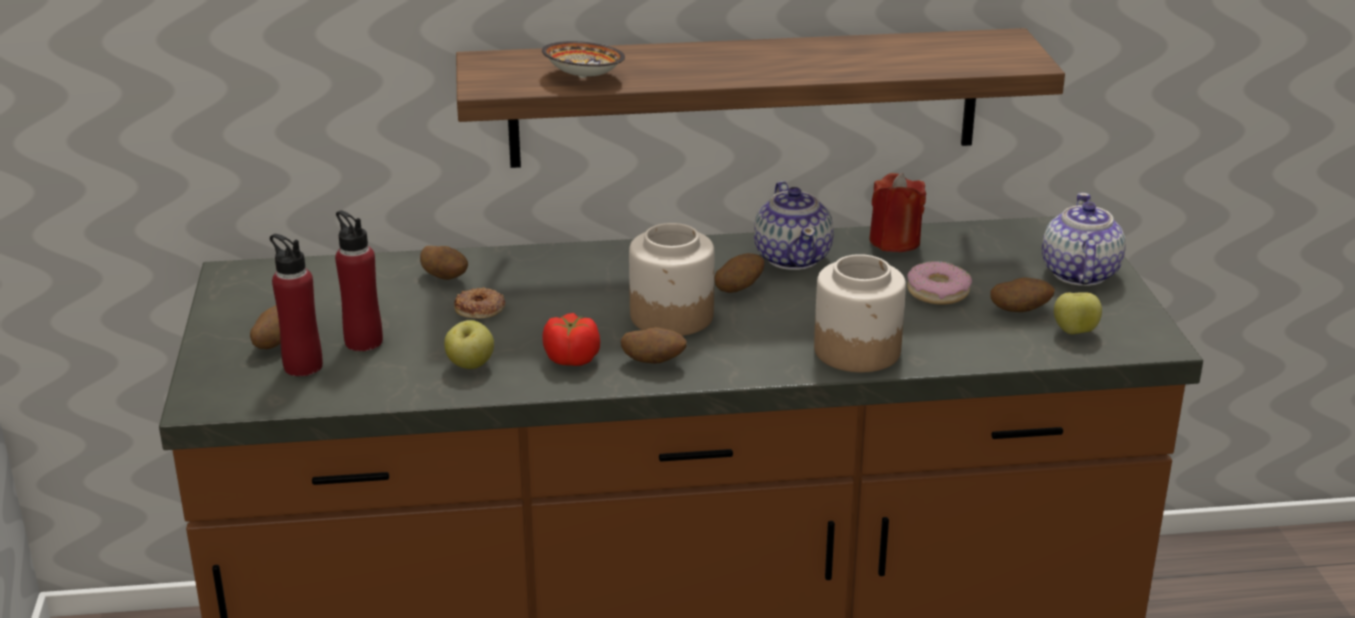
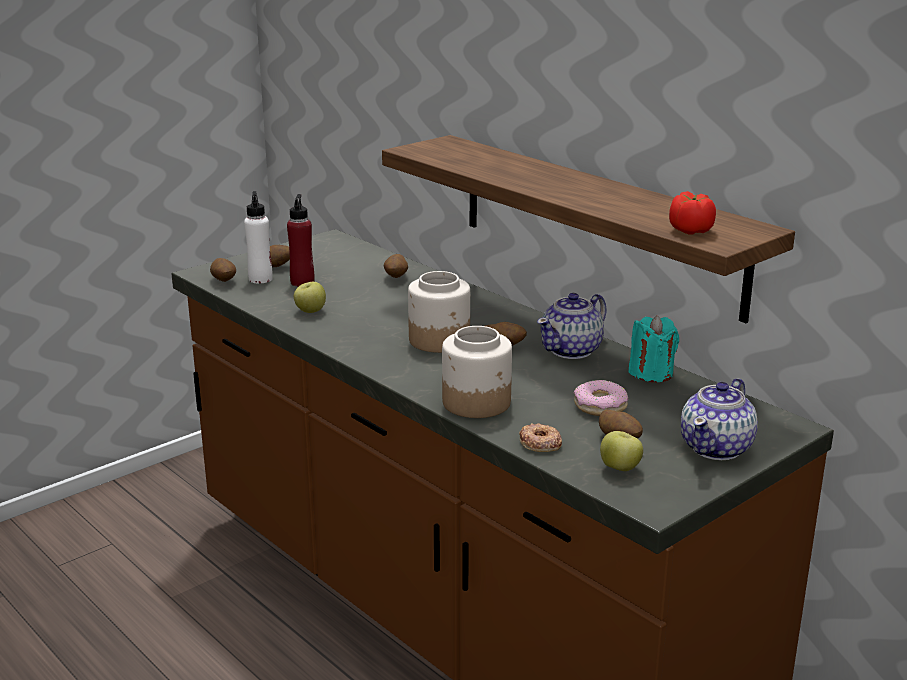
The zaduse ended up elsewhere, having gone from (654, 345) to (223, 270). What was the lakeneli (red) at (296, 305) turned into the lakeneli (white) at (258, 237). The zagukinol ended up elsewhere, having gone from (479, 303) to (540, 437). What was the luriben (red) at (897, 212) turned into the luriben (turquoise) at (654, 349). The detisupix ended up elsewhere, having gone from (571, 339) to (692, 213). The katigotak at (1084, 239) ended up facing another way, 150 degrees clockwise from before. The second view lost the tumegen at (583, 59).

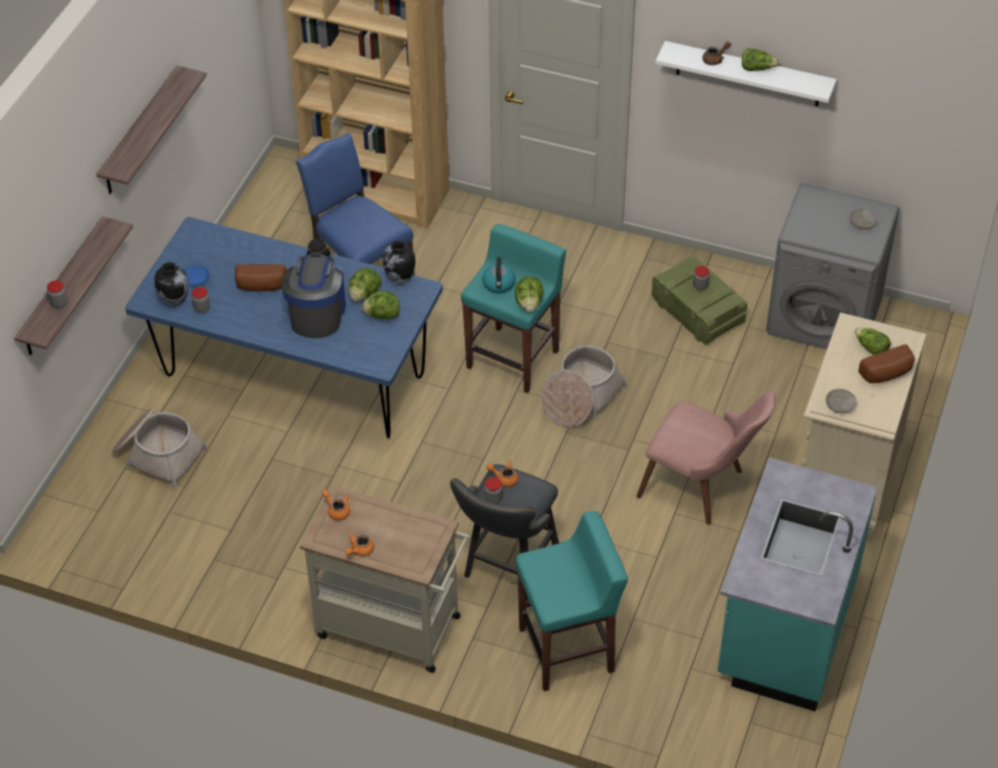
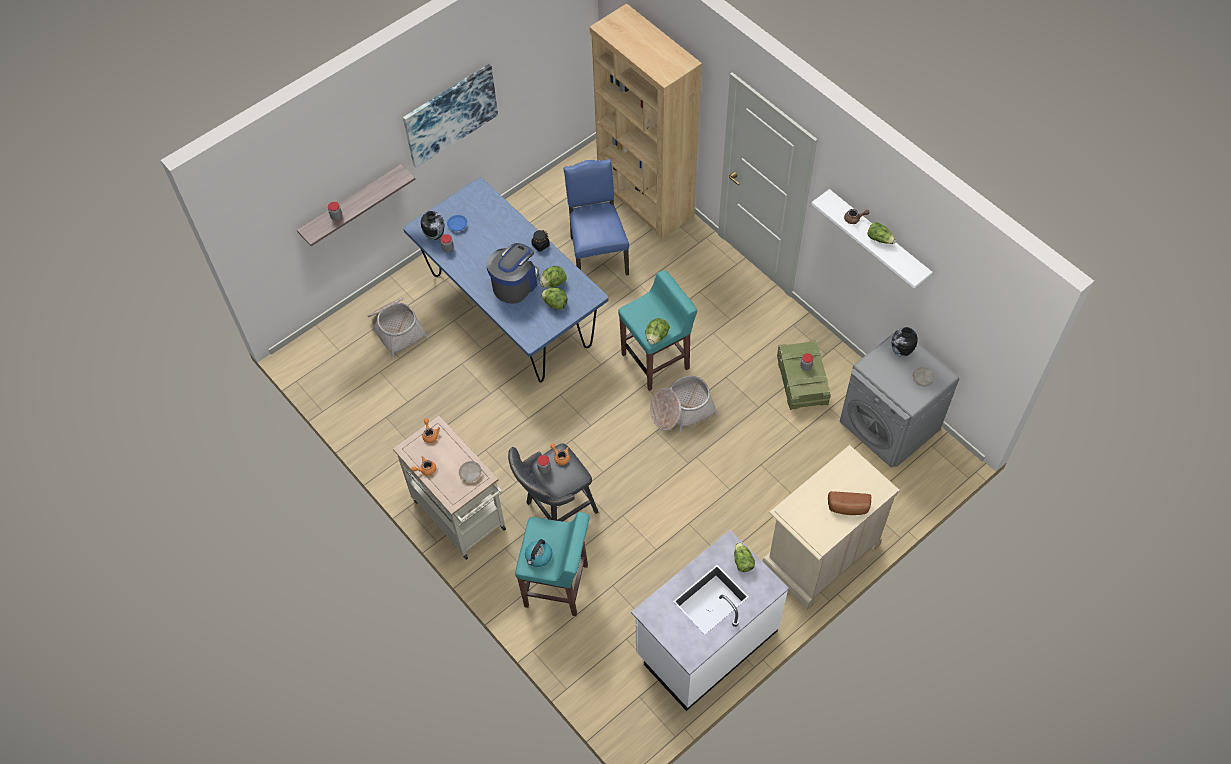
Where the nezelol hung at (151, 130), the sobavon came to hang at (450, 115). The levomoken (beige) ended up elsewhere, having gone from (841, 401) to (470, 471). The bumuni ended up elsewhere, having gone from (499, 275) to (538, 553). What was the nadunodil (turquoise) at (798, 584) turned into the nadunodil (white) at (710, 620). The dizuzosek ended up elsewhere, having gone from (873, 341) to (744, 557). The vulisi ended up elsewhere, having gone from (399, 263) to (905, 342). The second view lost the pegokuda at (260, 277). The second view lost the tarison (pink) at (705, 458).

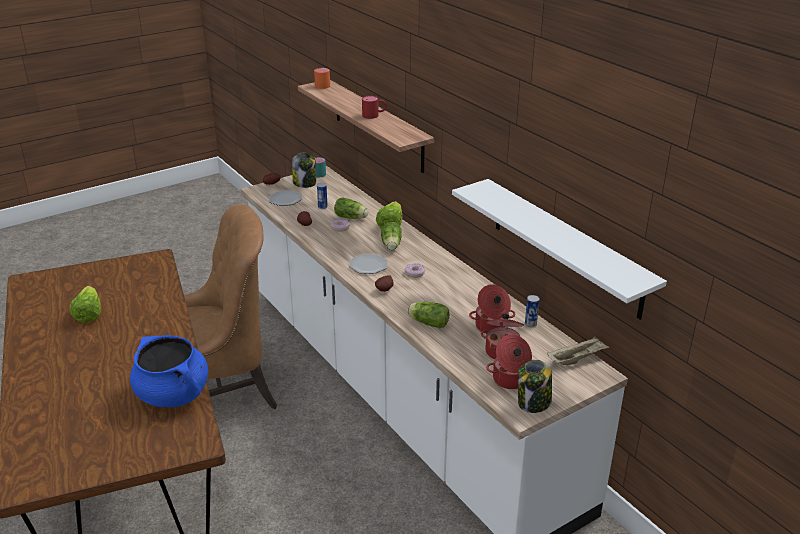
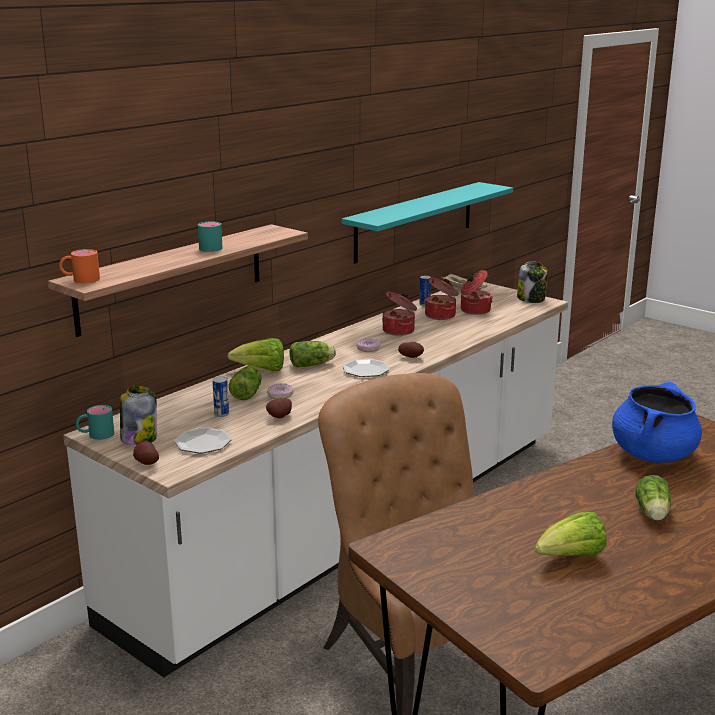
What was the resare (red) at (374, 107) turned into the resare (turquoise) at (210, 236). What was the nezelol (white) at (559, 249) turned into the nezelol (turquoise) at (427, 223). The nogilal ended up elsewhere, having gone from (509, 362) to (399, 314). The dizuzosek ended up elsewhere, having gone from (428, 314) to (653, 498).

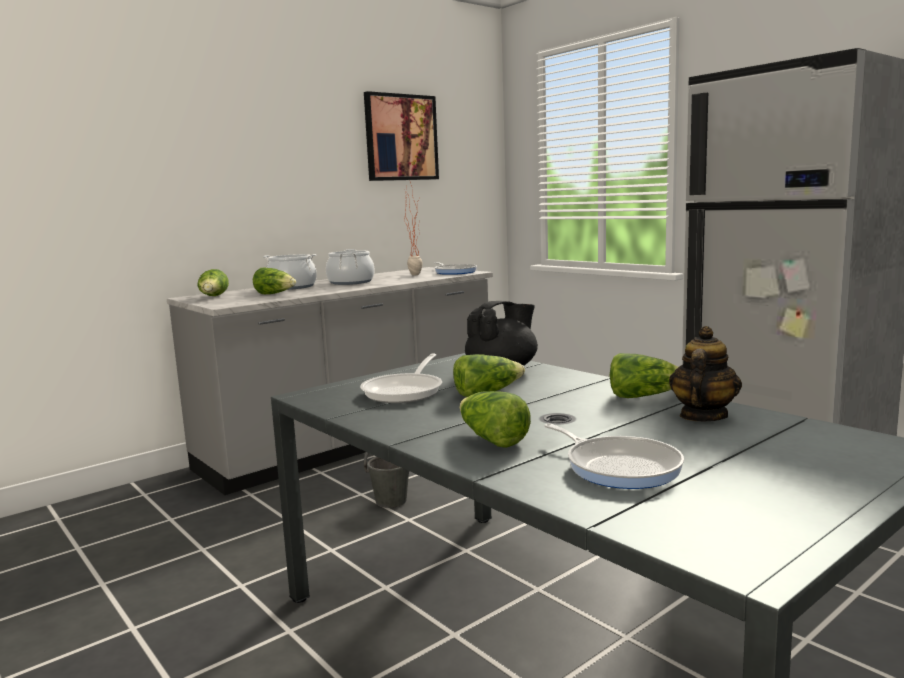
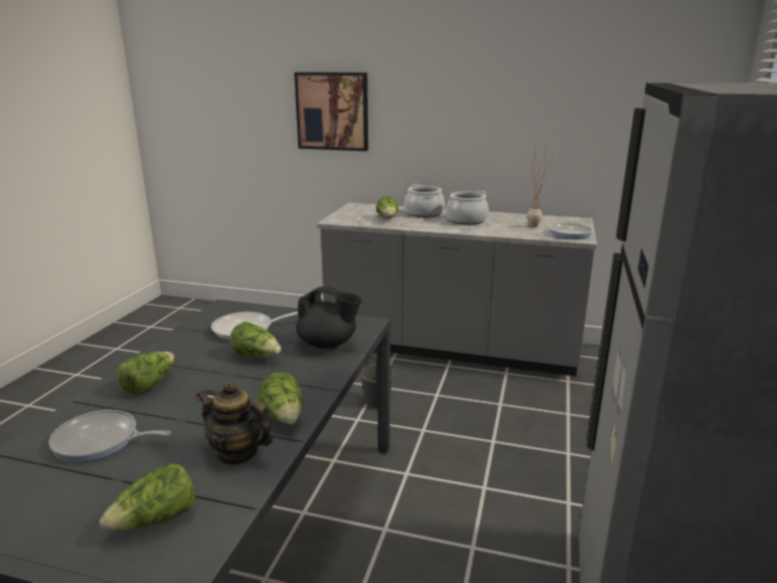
The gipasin at (614, 456) ended up facing another way, 75 degrees clockwise from before. The dizuzosek ended up elsewhere, having gone from (213, 282) to (147, 497). The katigotak at (705, 373) ended up facing another way, 150 degrees counterclockwise from before. The sobavon ended up elsewhere, having gone from (401, 136) to (331, 111).

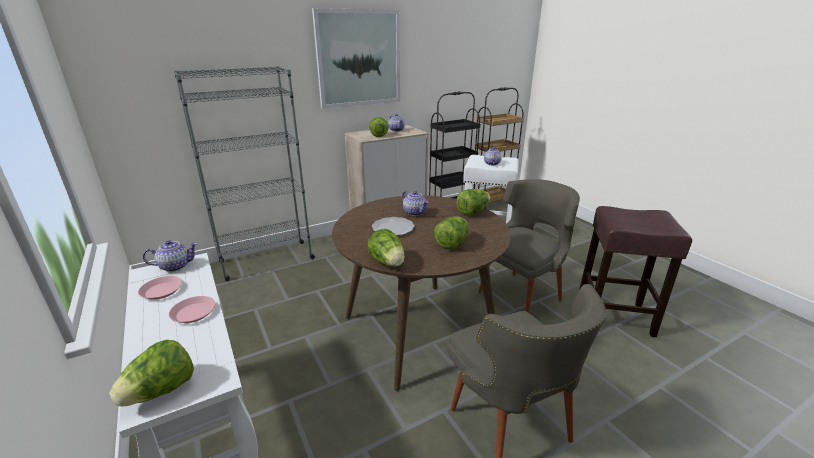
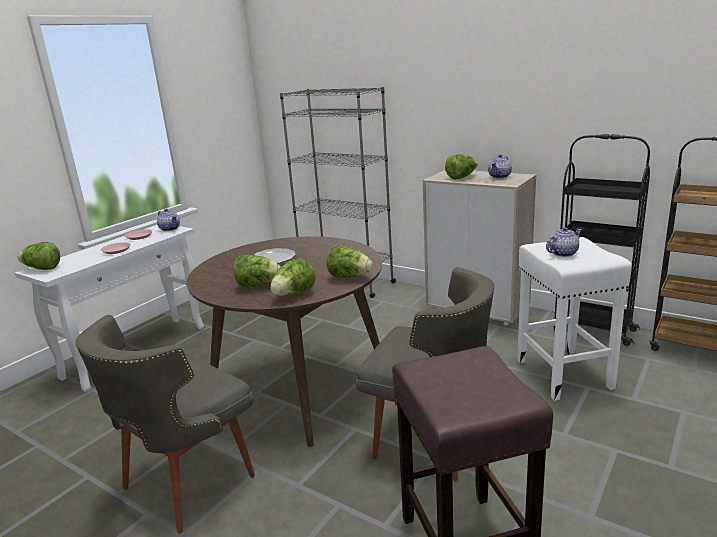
The dizuzosek ended up elsewhere, having gone from (386, 247) to (293, 277). The second view lost the sobavon at (356, 58). The second view lost the katigotak at (415, 203).

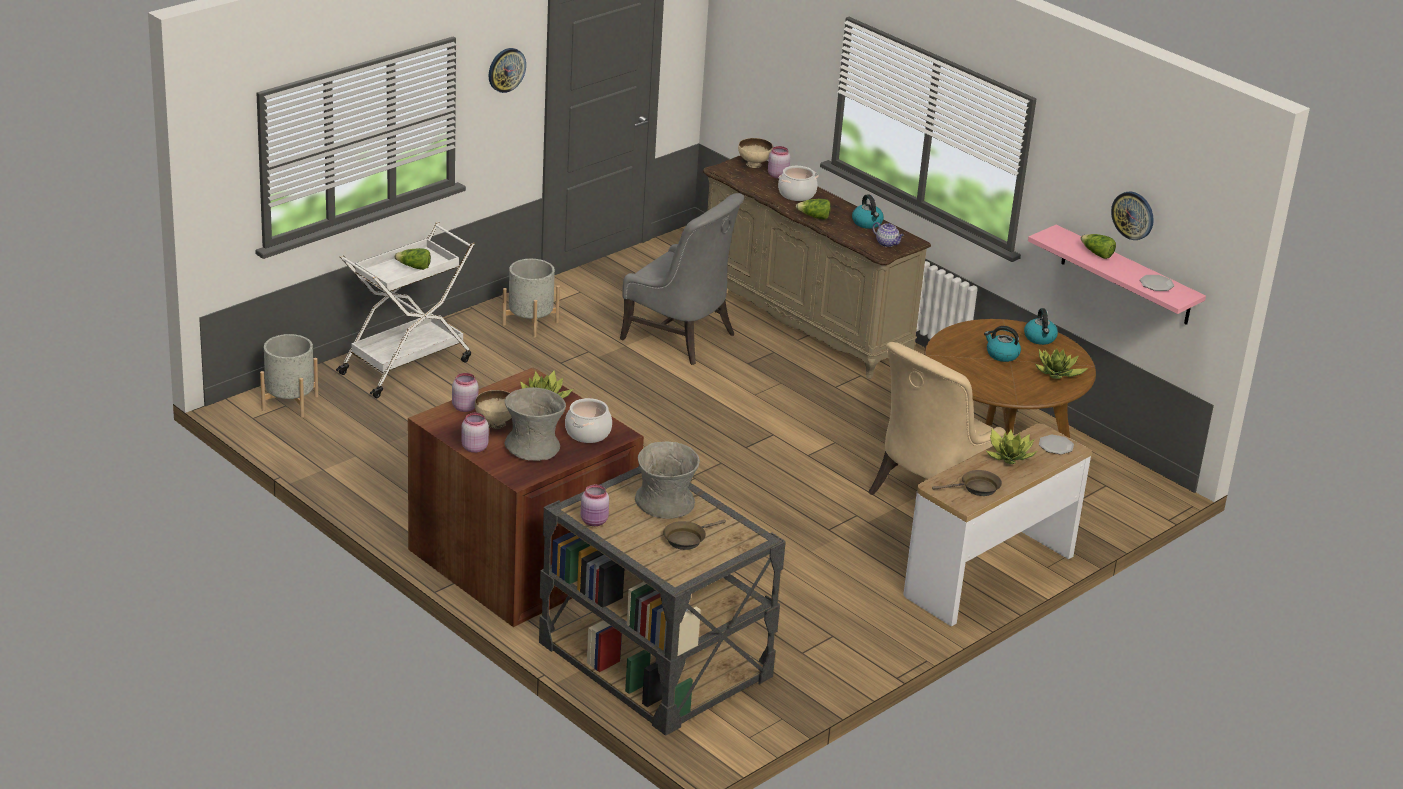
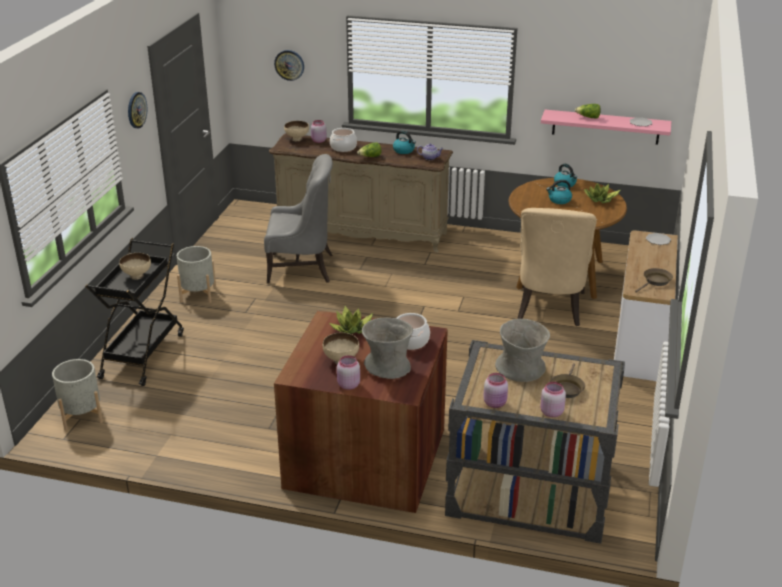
What was the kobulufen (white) at (405, 310) turned into the kobulufen (black) at (134, 312). Where the dizuzosek stood at (412, 259), the tumegen (beige) came to stand at (135, 266). The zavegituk ended up elsewhere, having gone from (1132, 216) to (289, 65). The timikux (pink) ended up elsewhere, having gone from (465, 392) to (553, 399). The second view lost the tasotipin at (1011, 446).

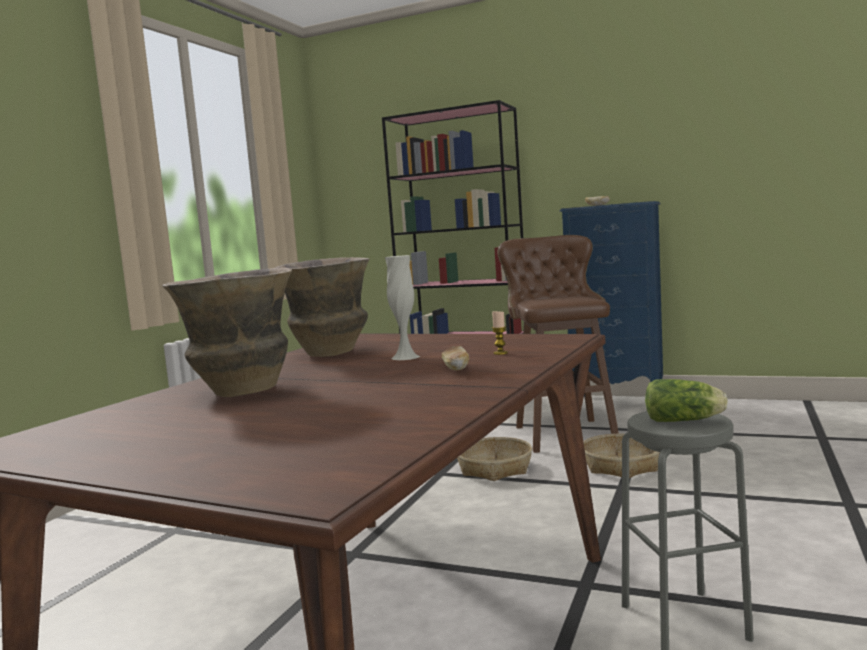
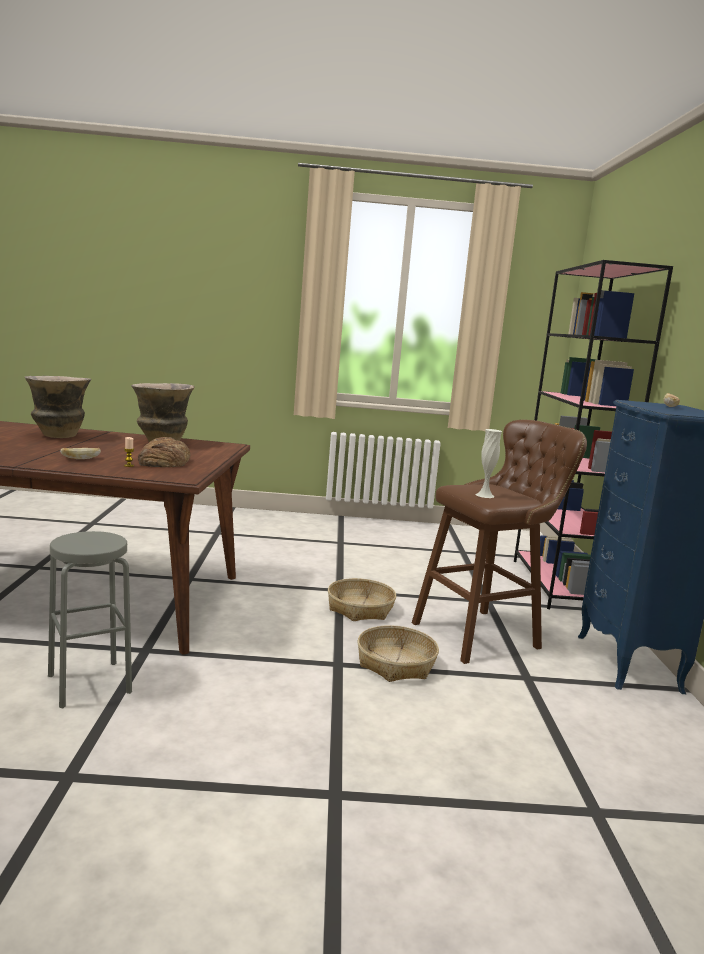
The second view gained the pegokuda at (164, 452). The vulisi (white) ended up elsewhere, having gone from (402, 307) to (489, 463). The second view lost the dizuzosek at (686, 400).

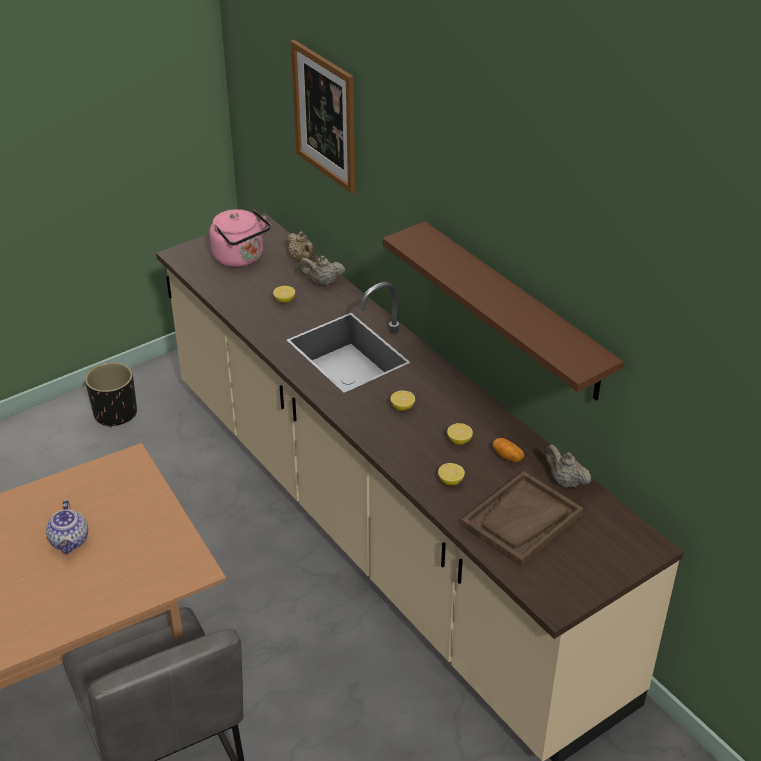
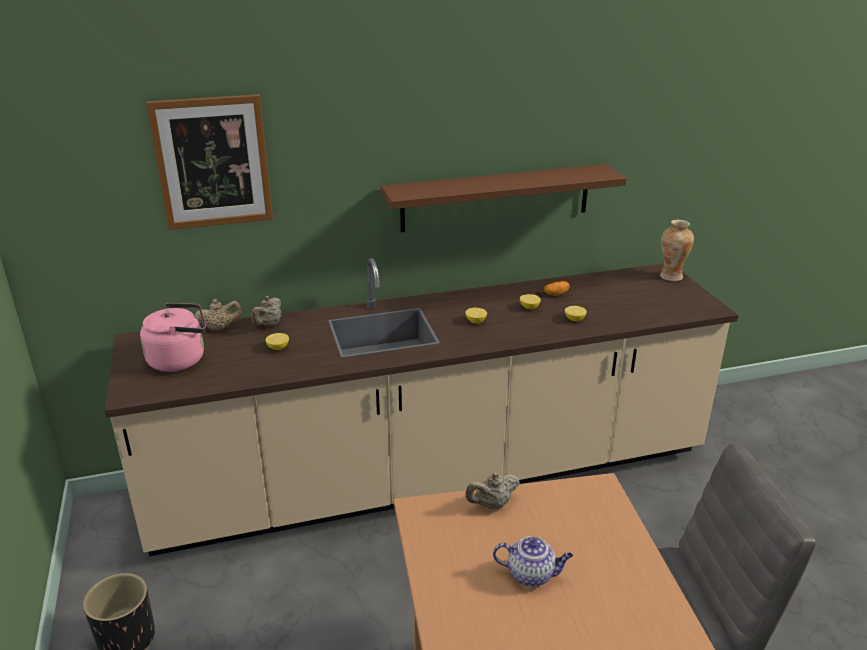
The katigotak (beige) ended up elsewhere, having gone from (568, 466) to (492, 490). The second view gained the vulisi at (677, 250). The second view lost the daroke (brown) at (522, 518).

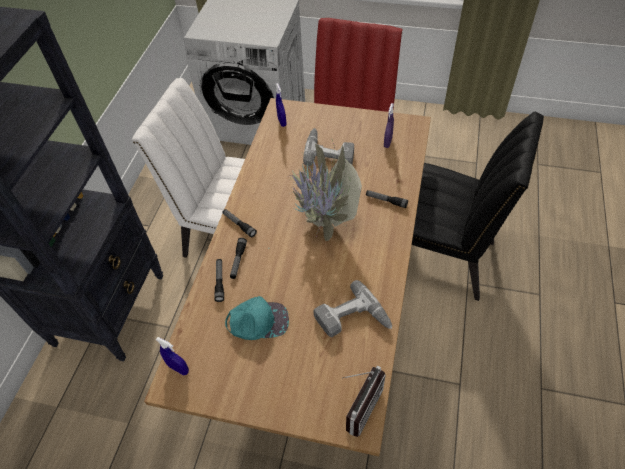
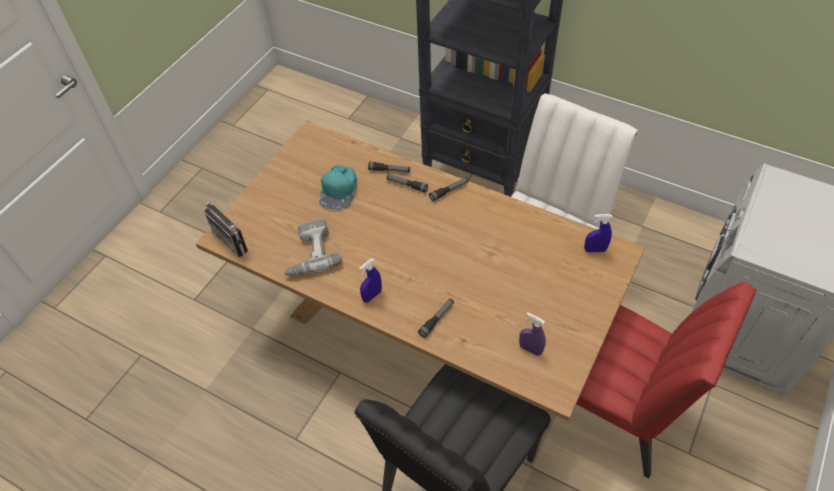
The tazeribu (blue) ended up elsewhere, having gone from (172, 356) to (370, 280). The second view lost the tasotipin at (315, 194). The second view lost the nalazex at (328, 147).

